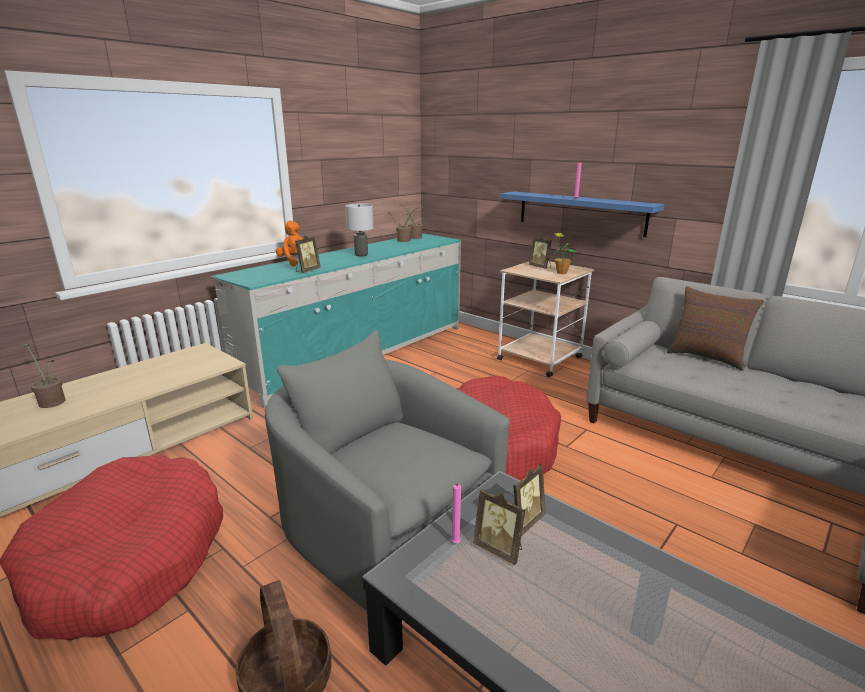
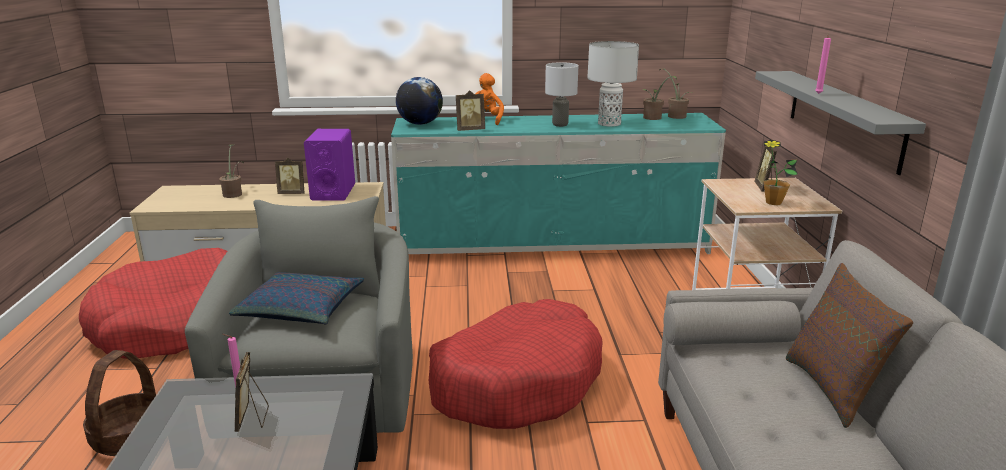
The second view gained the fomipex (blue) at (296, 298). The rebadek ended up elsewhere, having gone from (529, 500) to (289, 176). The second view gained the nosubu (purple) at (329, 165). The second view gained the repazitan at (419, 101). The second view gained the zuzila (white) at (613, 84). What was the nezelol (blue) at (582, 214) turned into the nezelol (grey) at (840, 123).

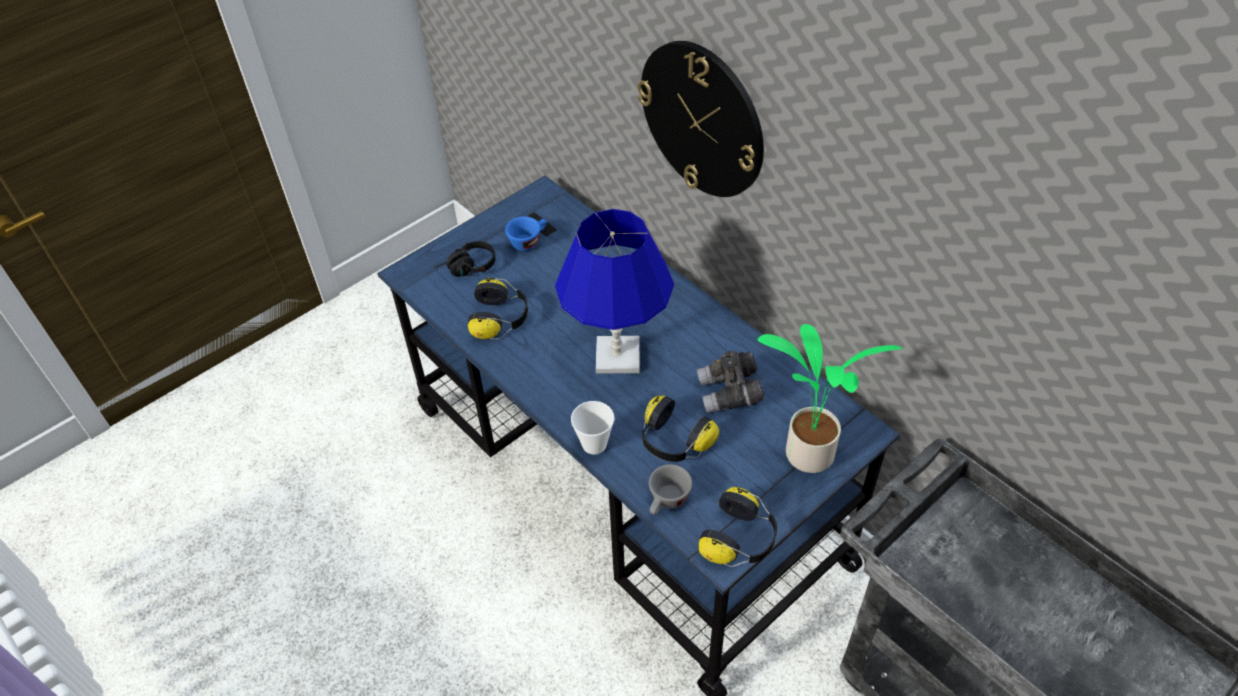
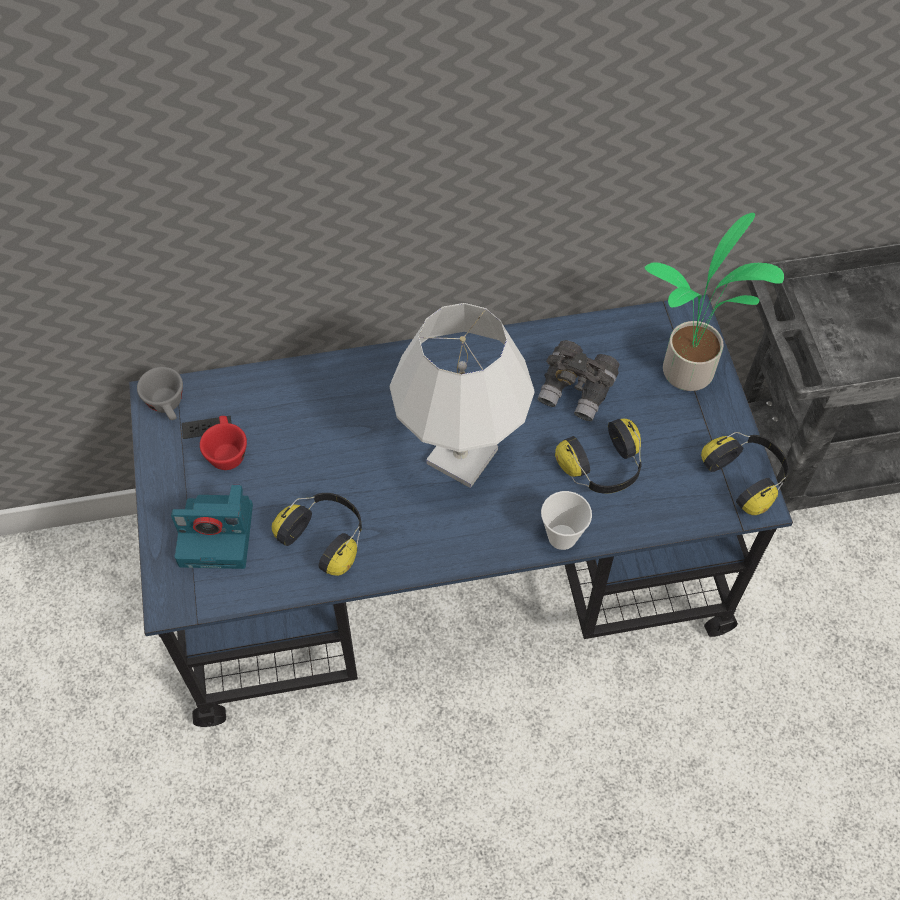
The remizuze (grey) ended up elsewhere, having gone from (670, 489) to (160, 393). Where the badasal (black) stood at (464, 259), the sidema came to stand at (212, 527). What was the remizuze (blue) at (526, 233) turned into the remizuze (red) at (223, 443). What was the zuzila (blue) at (614, 291) turned into the zuzila (white) at (462, 395). The second view lost the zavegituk at (701, 119).

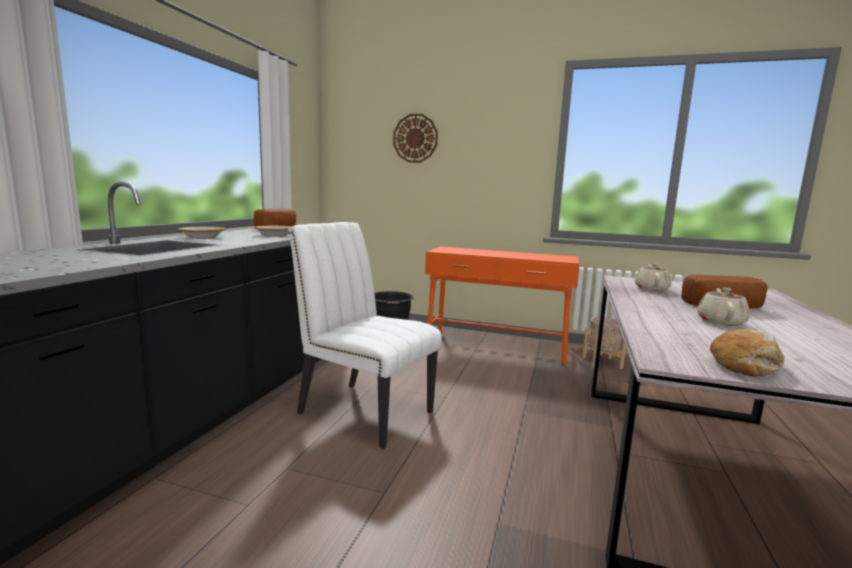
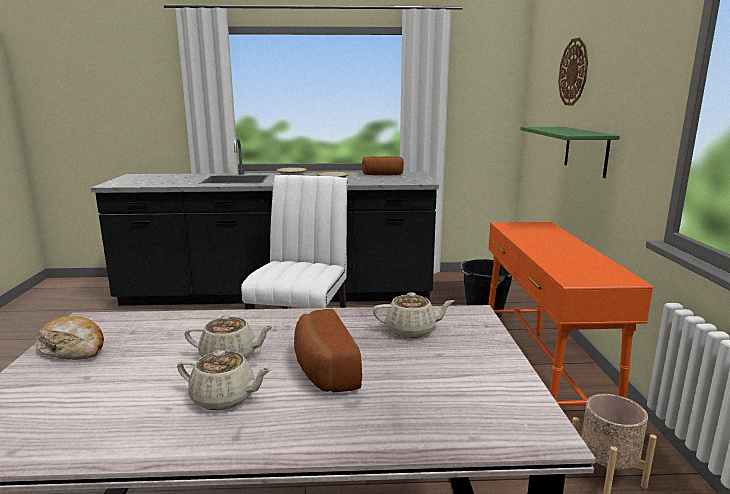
The second view gained the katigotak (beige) at (224, 380). The second view gained the nezelol (green) at (570, 152).

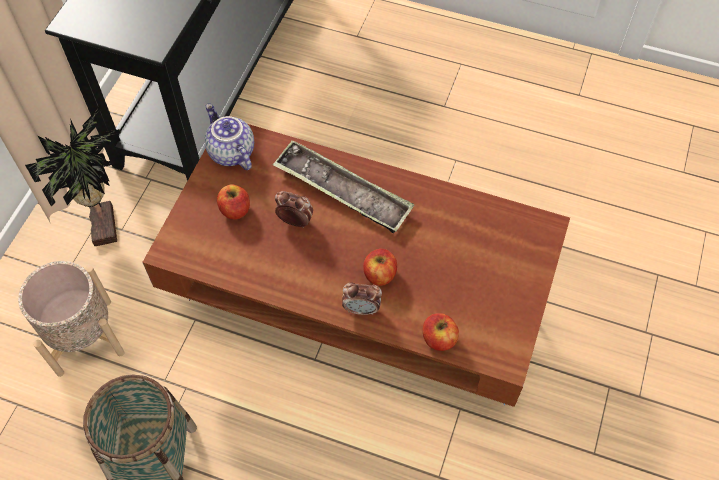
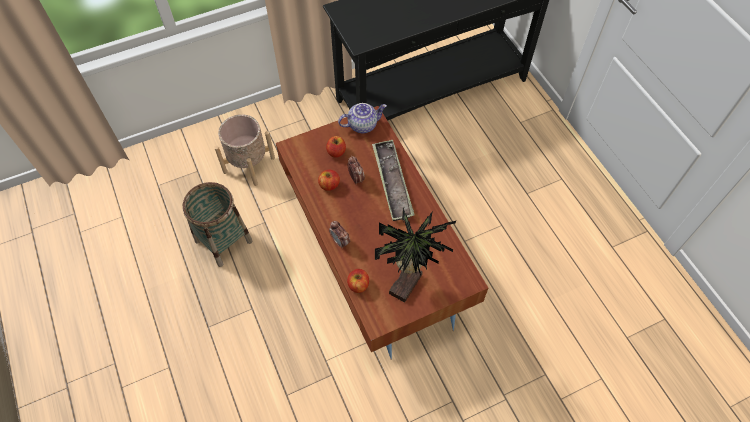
The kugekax ended up elsewhere, having gone from (380, 267) to (329, 180). The katigotak at (229, 136) ended up facing another way, 60 degrees clockwise from before. The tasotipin ended up elsewhere, having gone from (73, 175) to (415, 255).

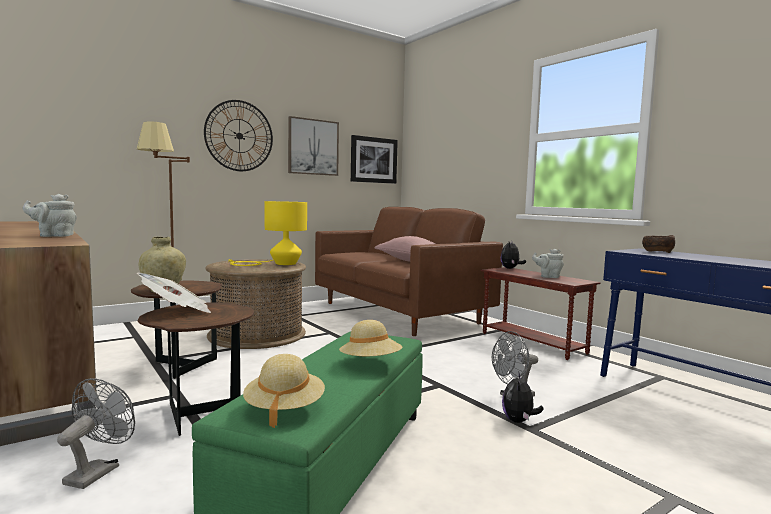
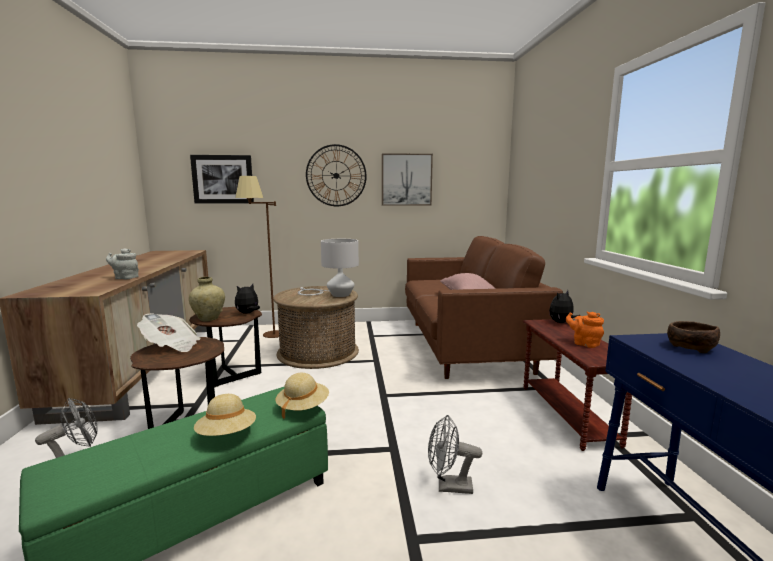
The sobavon ended up elsewhere, having gone from (374, 159) to (222, 179). The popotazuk ended up elsewhere, having gone from (522, 397) to (247, 299). The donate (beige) ended up elsewhere, having gone from (284, 391) to (302, 396). What was the zuzila (yellow) at (267, 233) turned into the zuzila (white) at (328, 268). What was the katigotak (grey) at (548, 263) turned into the katigotak (orange) at (585, 330).

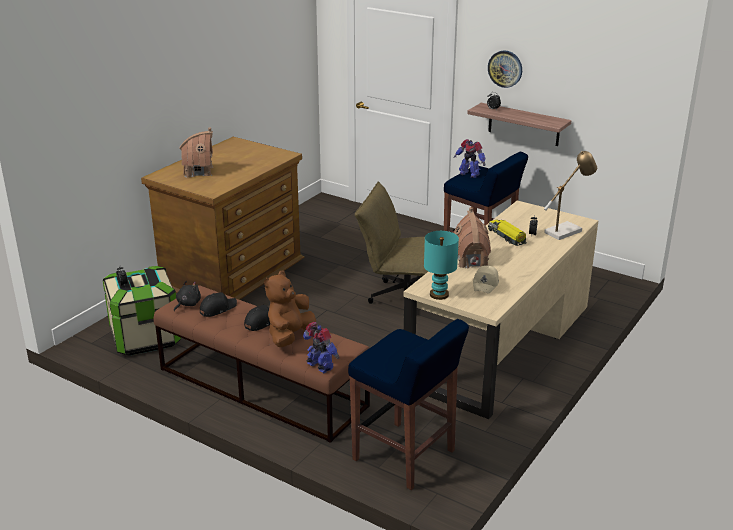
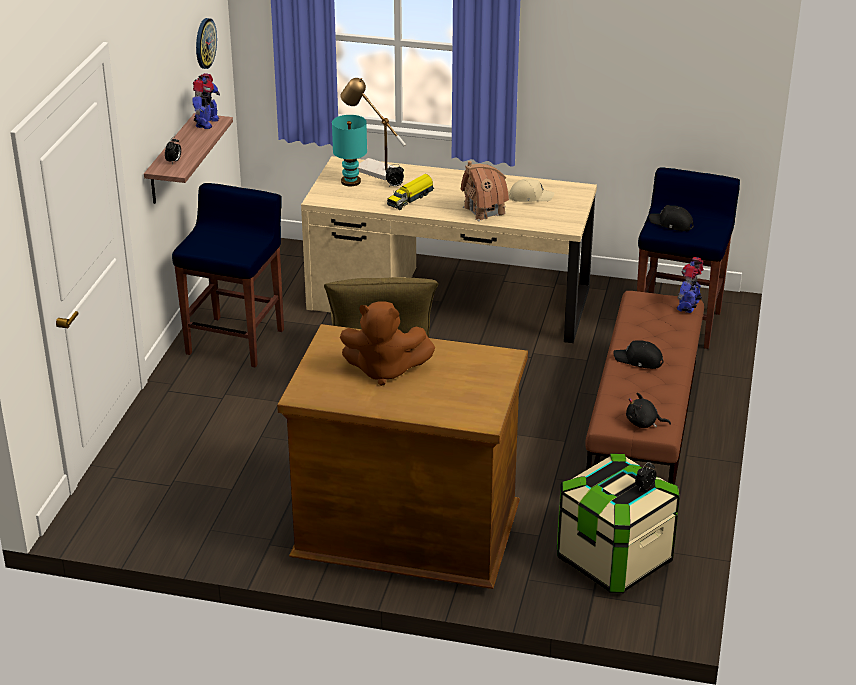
The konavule ended up elsewhere, having gone from (470, 158) to (206, 101). The zavegituk ended up elsewhere, having gone from (505, 69) to (206, 43). The zuzila (turquoise) ended up elsewhere, having gone from (441, 265) to (349, 150). The popotazuk (brown) ended up elsewhere, having gone from (290, 309) to (388, 343). The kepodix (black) ended up elsewhere, having gone from (218, 304) to (671, 218). The second view lost the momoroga at (196, 152).

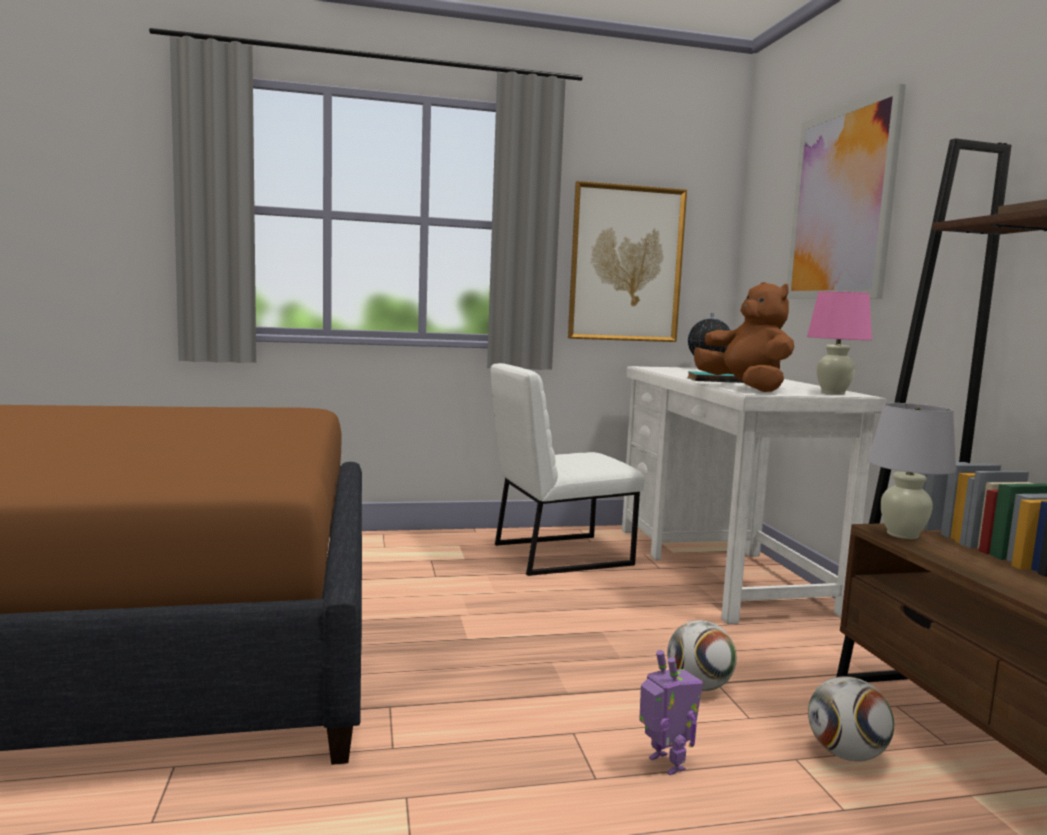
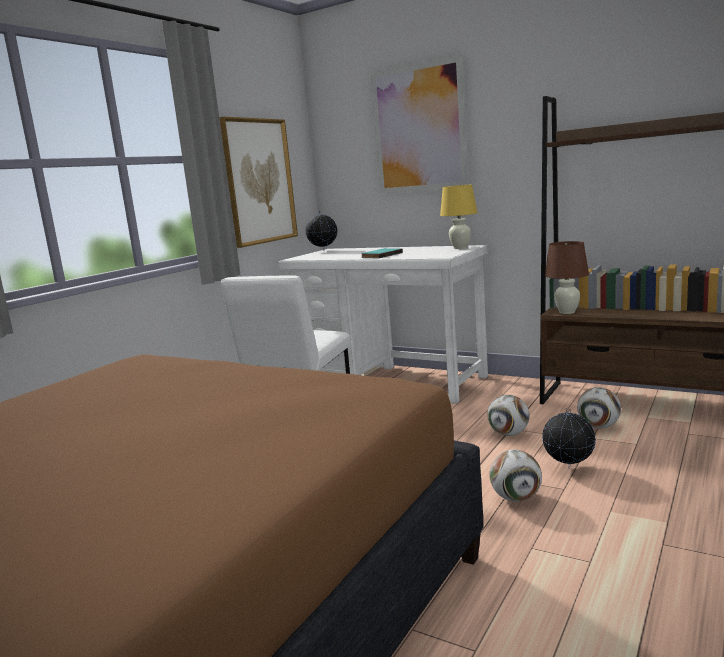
What was the zuzila (pink) at (839, 342) turned into the zuzila (yellow) at (458, 217). The second view gained the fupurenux at (515, 476). Where the konavule stood at (671, 712), the repazitan came to stand at (569, 439). What was the zuzila (white) at (912, 471) turned into the zuzila (brown) at (567, 277). The second view lost the popotazuk (brown) at (744, 337).

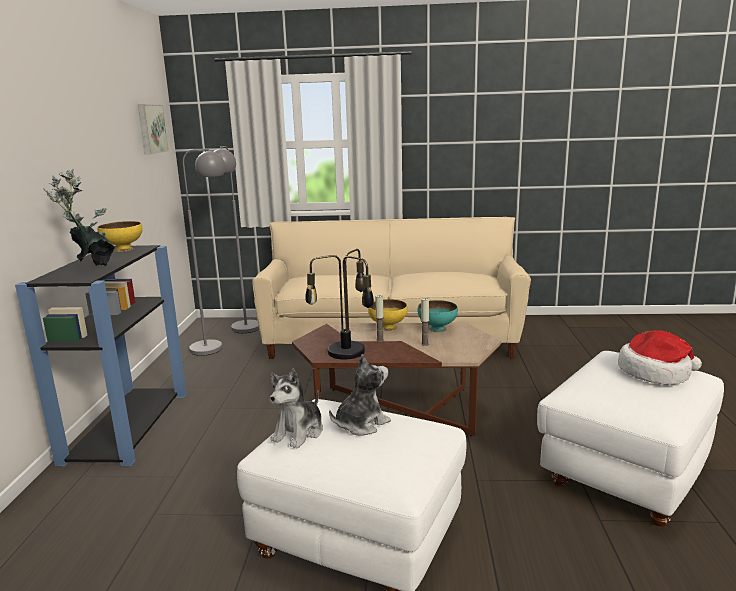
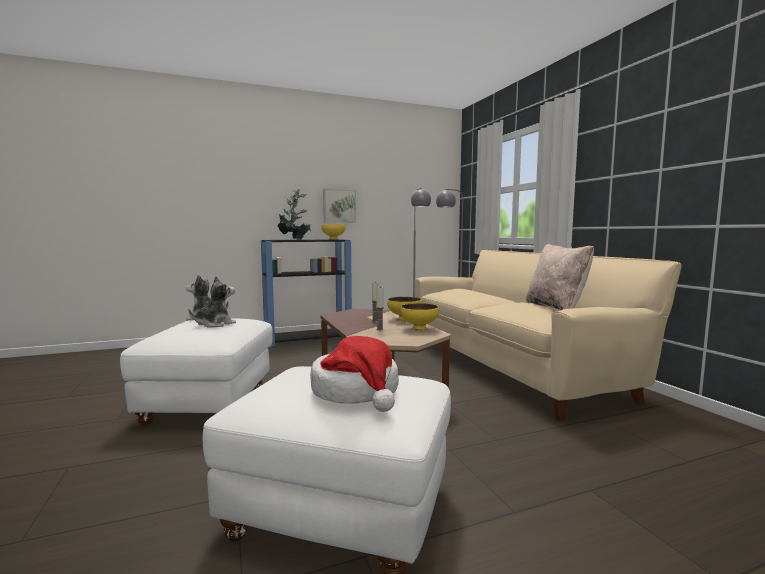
The popotazuk at (360, 395) ended up facing another way, 75 degrees counterclockwise from before. The sobavon ended up elsewhere, having gone from (153, 129) to (339, 206). What was the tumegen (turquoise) at (438, 316) turned into the tumegen (yellow) at (420, 317). The second view gained the fomipex (beige) at (560, 277). The second view lost the zuzila at (339, 304).

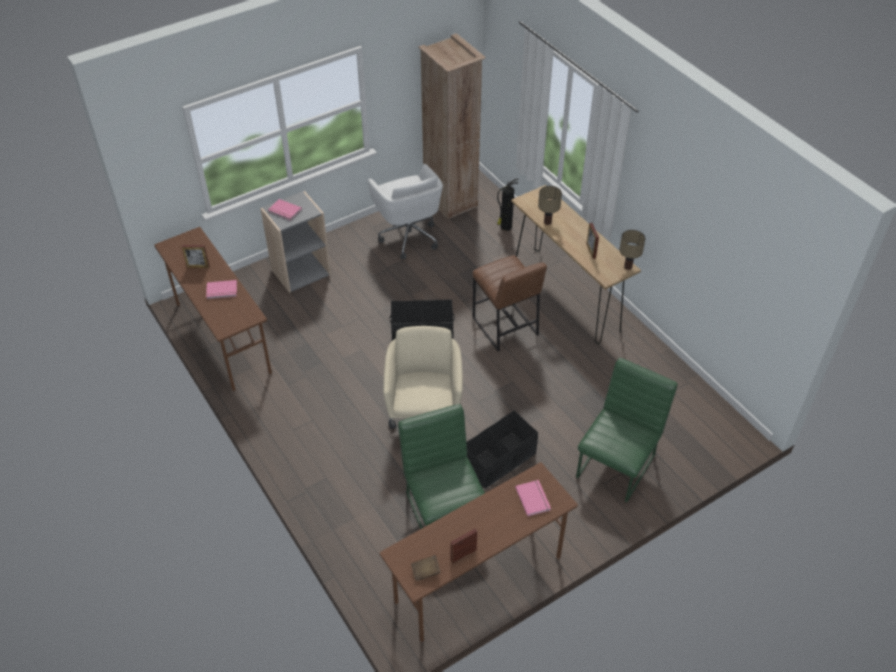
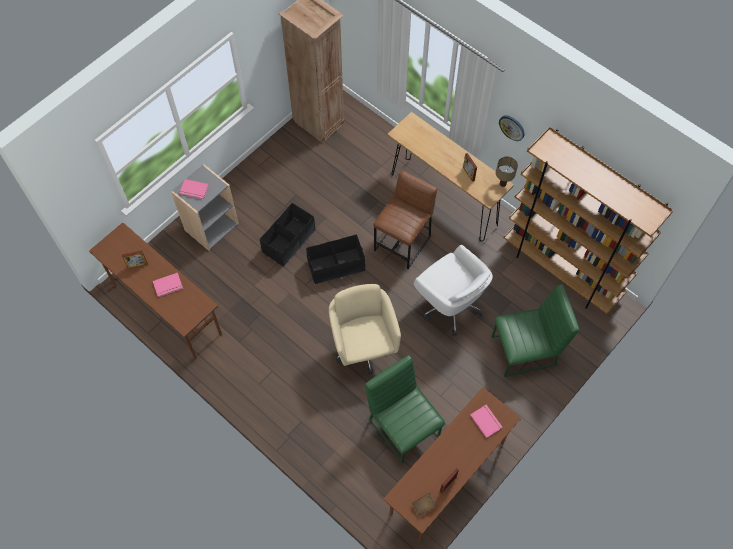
The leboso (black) ended up elsewhere, having gone from (502, 450) to (287, 234). The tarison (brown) at (509, 303) ended up facing another way, 105 degrees counterclockwise from before. The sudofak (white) ended up elsewhere, having gone from (405, 211) to (453, 290). The tarison (green) at (627, 430) ended up facing another way, 60 degrees clockwise from before. The second view gained the zavegituk at (512, 128). The second view gained the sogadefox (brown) at (589, 220). The second view lost the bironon at (508, 204). The second view lost the zuzila at (550, 205).

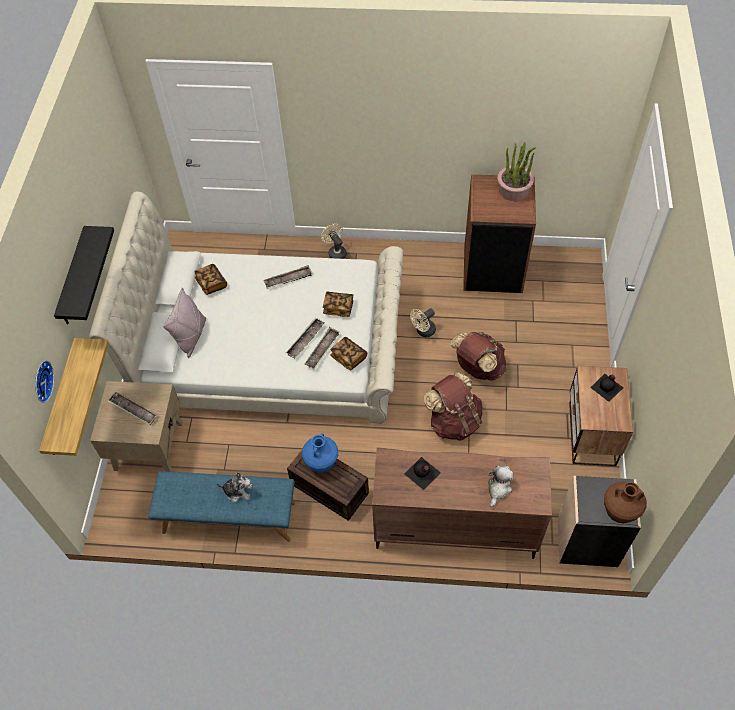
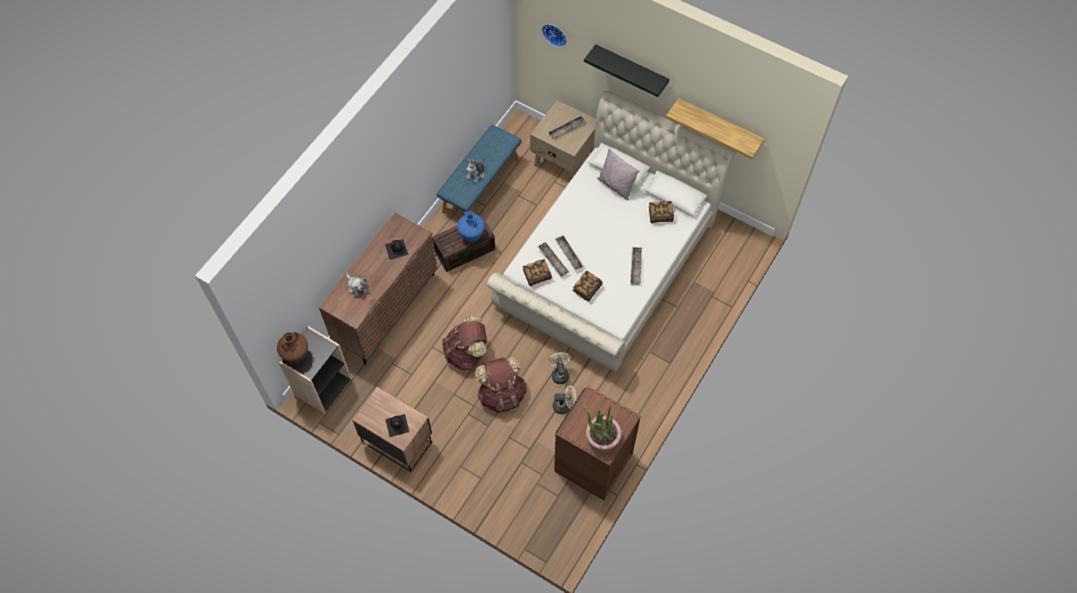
The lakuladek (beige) ended up elsewhere, having gone from (334, 241) to (564, 399). The nezelol ended up elsewhere, having gone from (74, 397) to (715, 128).

